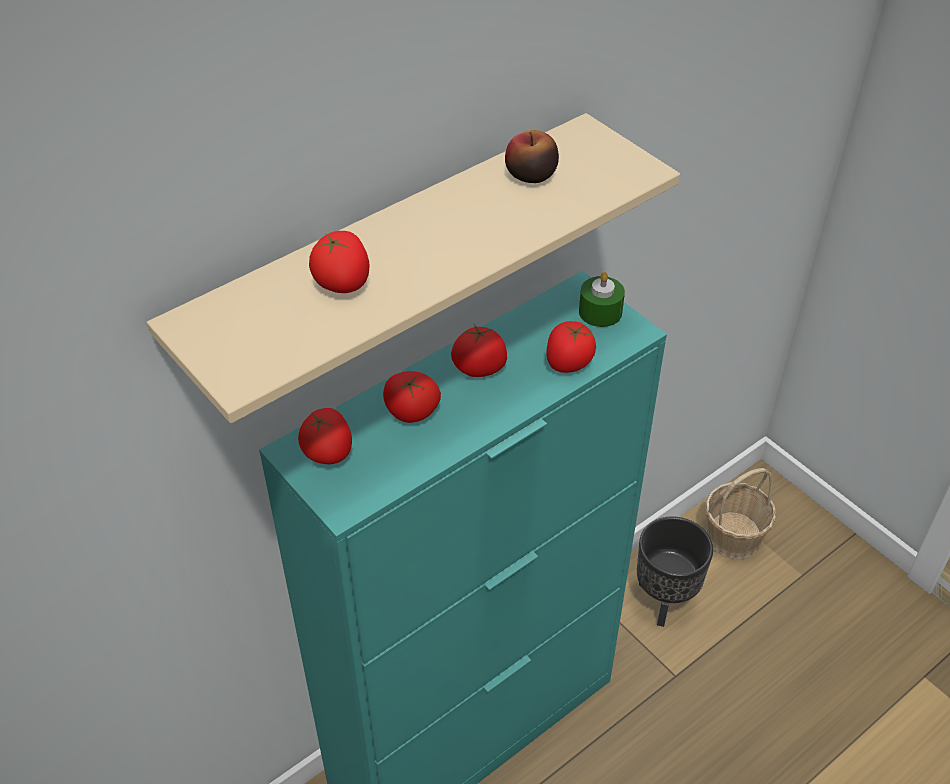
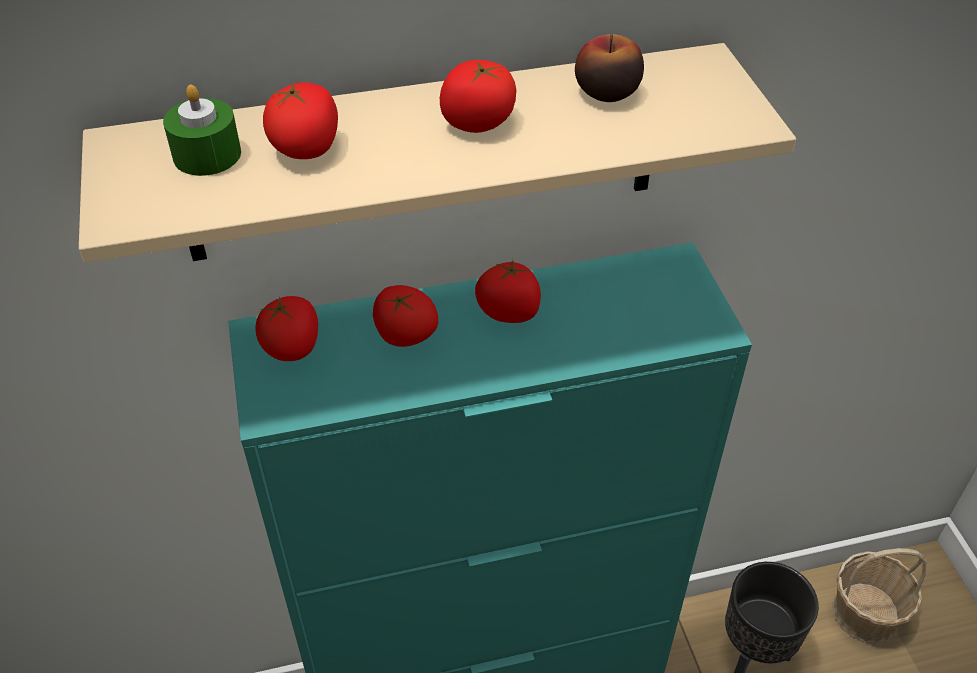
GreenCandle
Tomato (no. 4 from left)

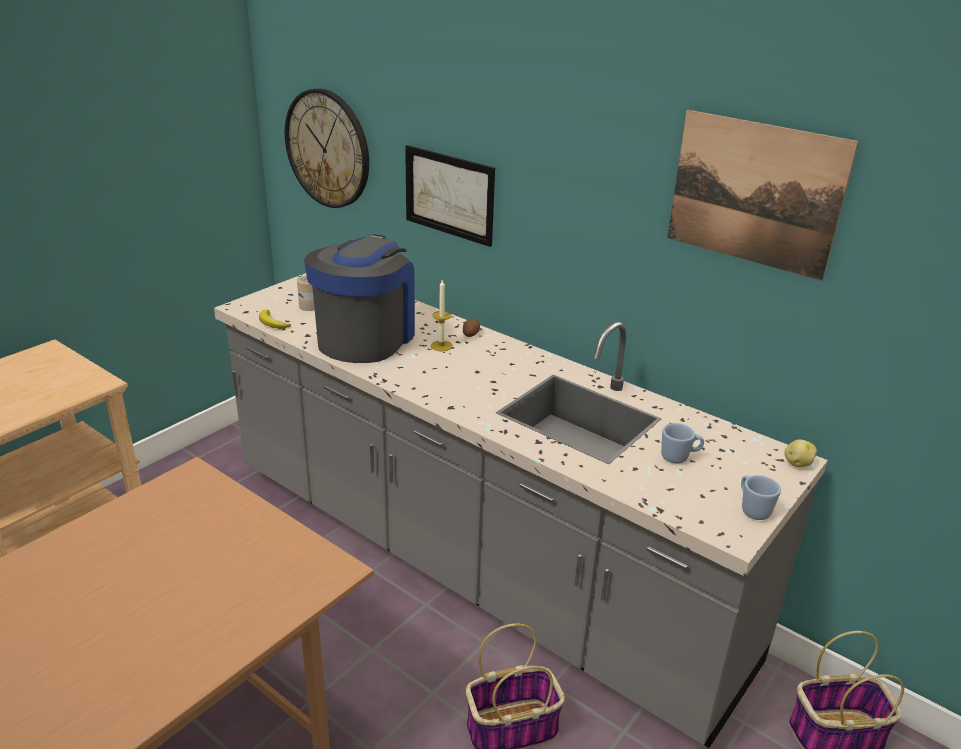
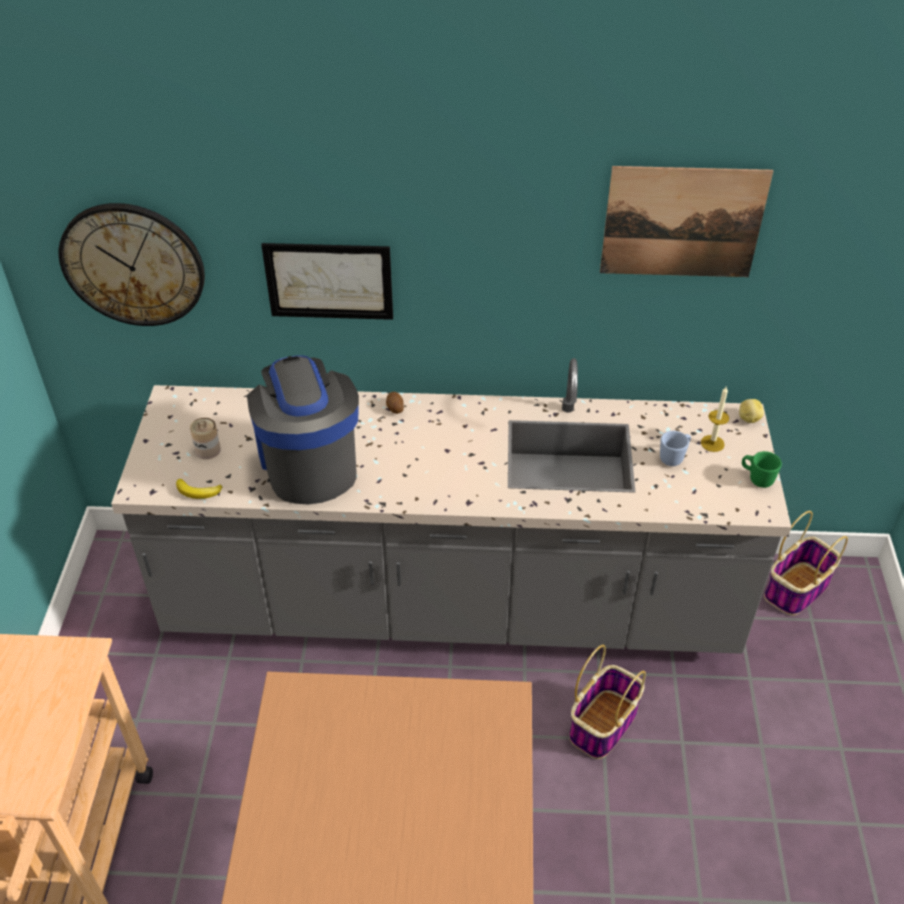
Candle
GreenMug

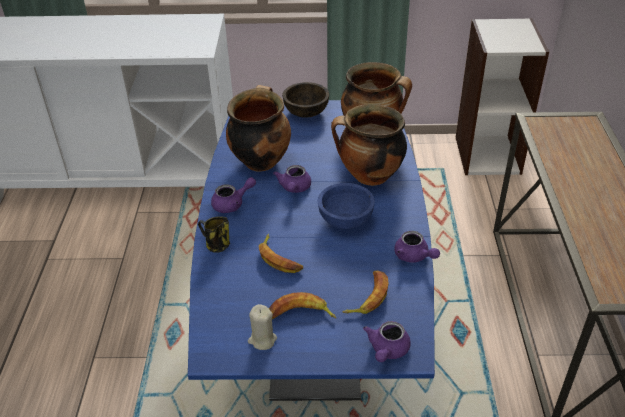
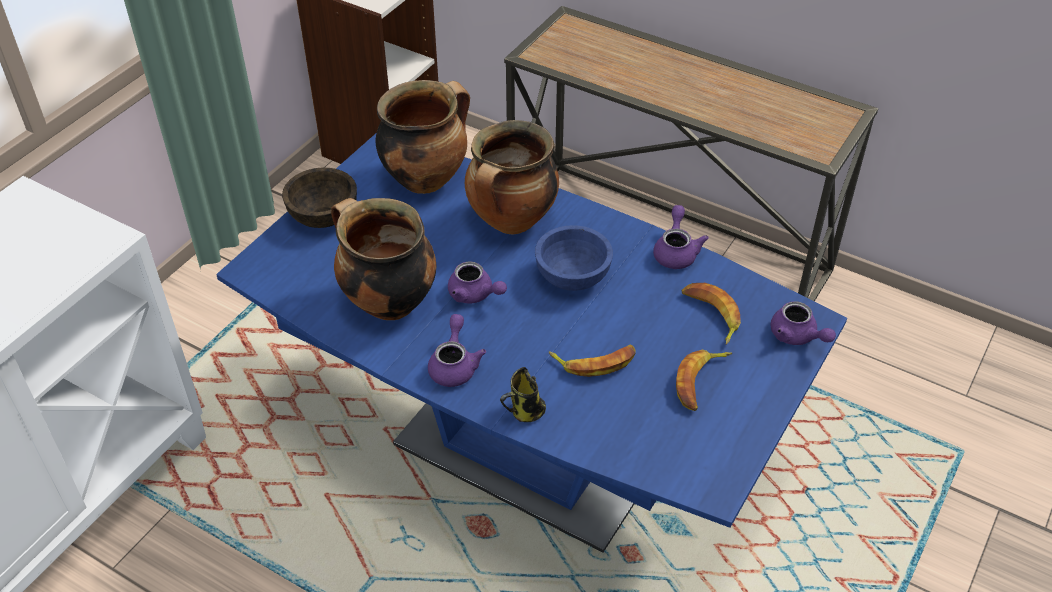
PurpleTeapot (no. 3 from left)
BeigeCandle

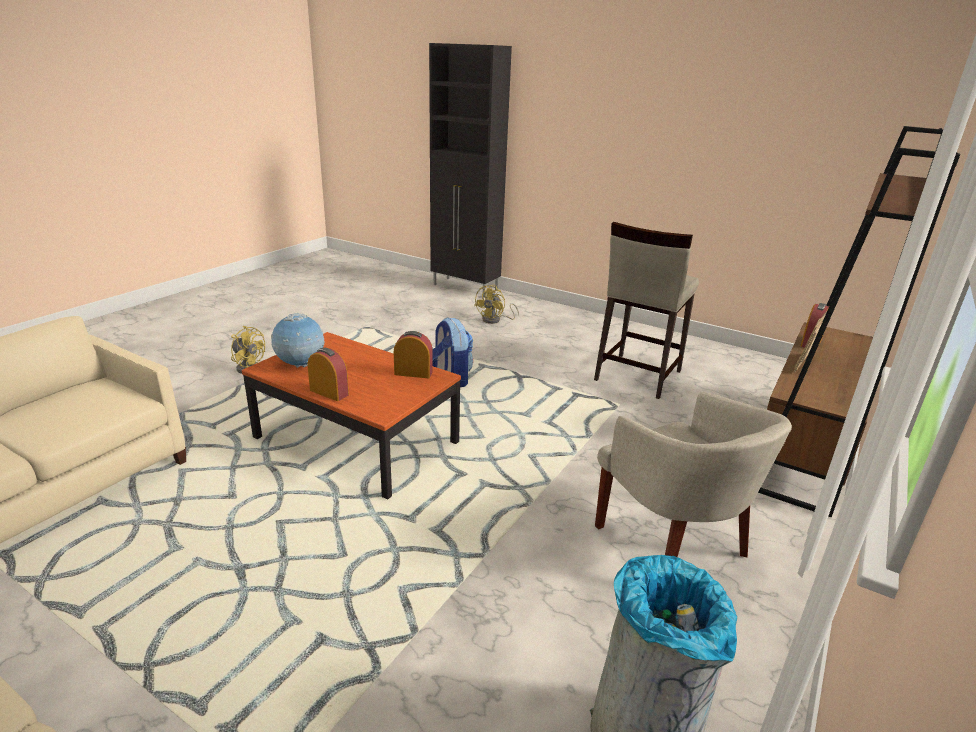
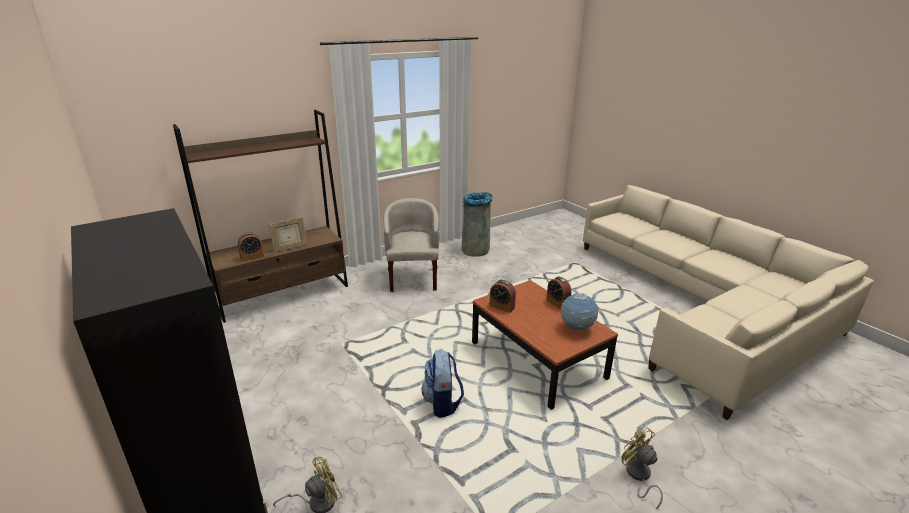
BeigeStool

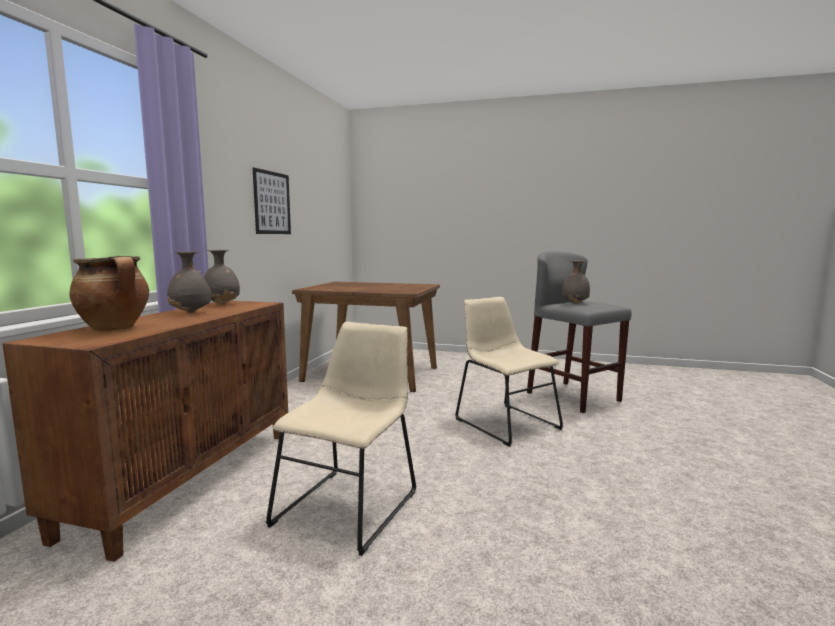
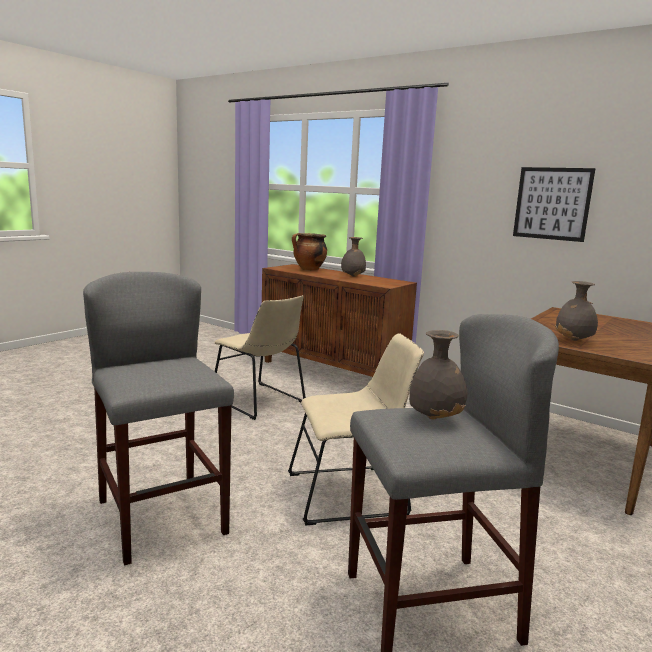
GreyVase (no. 3 from left)
GreyStool (no. 1 from left)

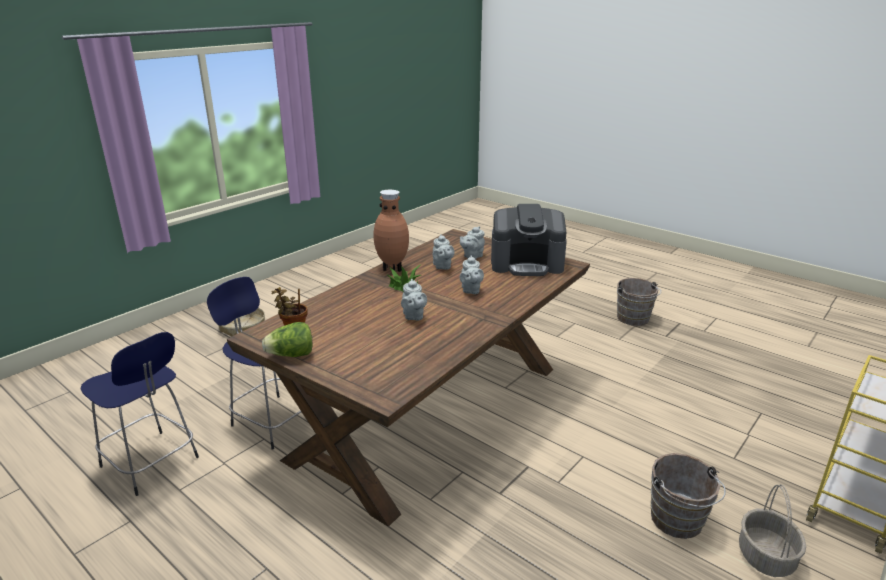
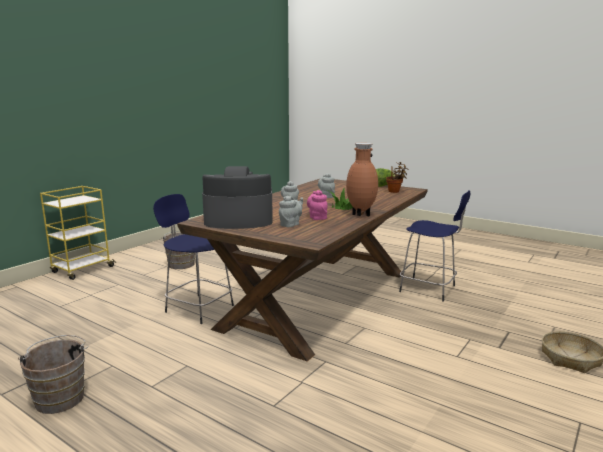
PinkTeapot
BlueStool (no. 1 from left)
Basket (no. 2 from left in the first image)

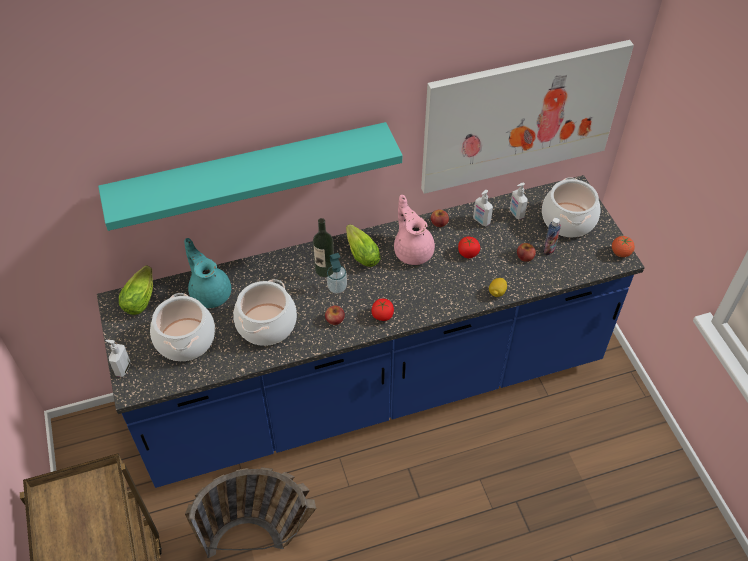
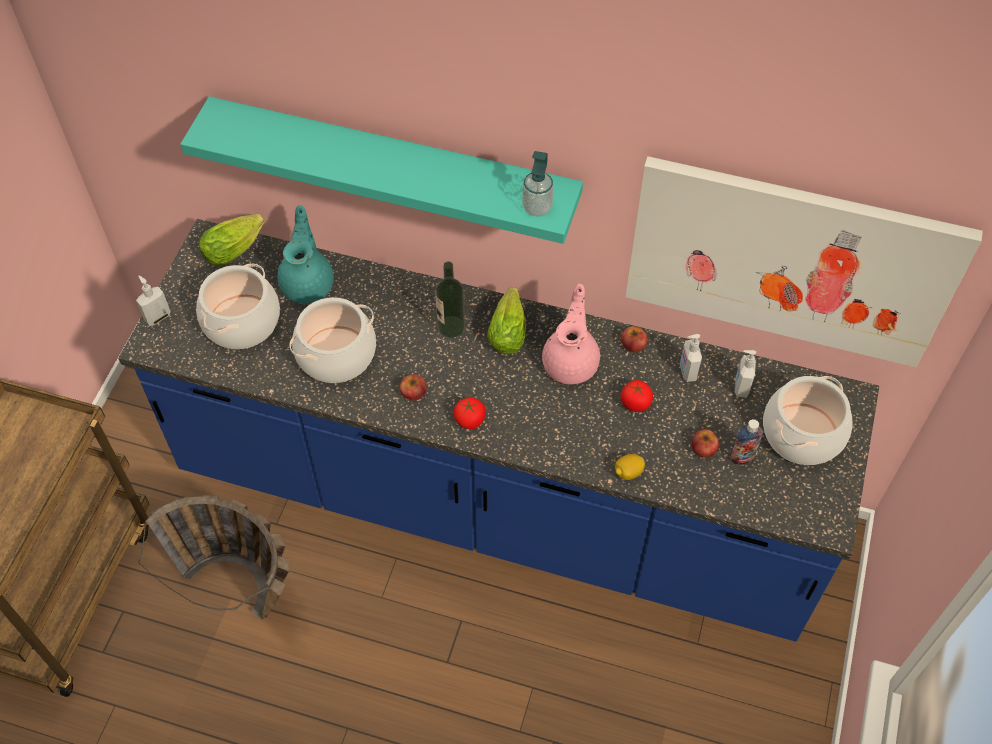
Tomato (no. 3 from left in the first image)
SoapDispenser (no. 2 from left)

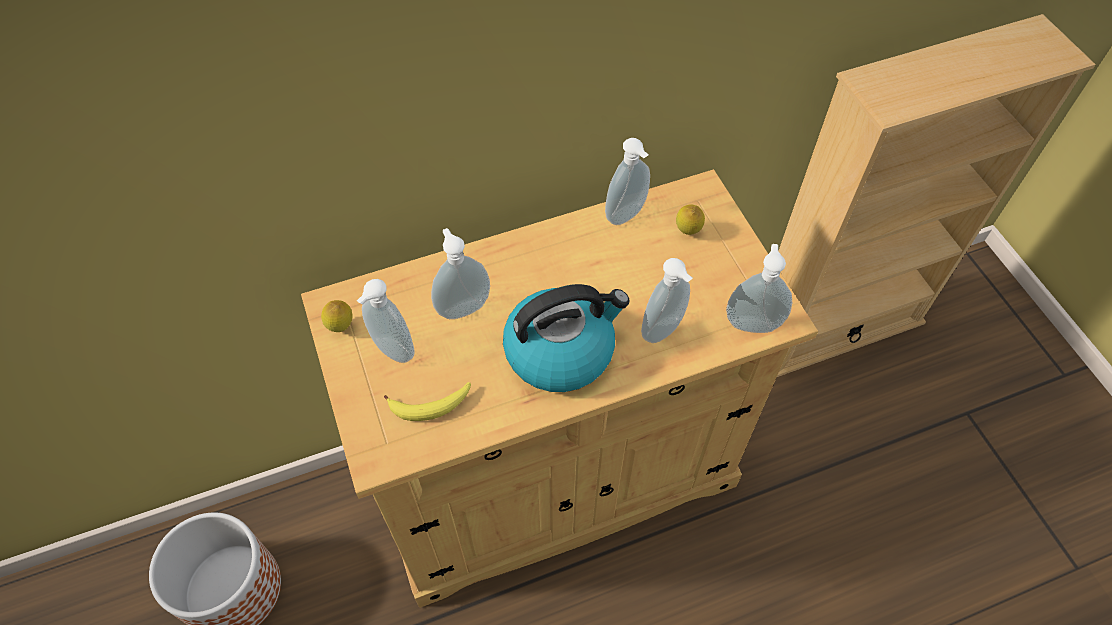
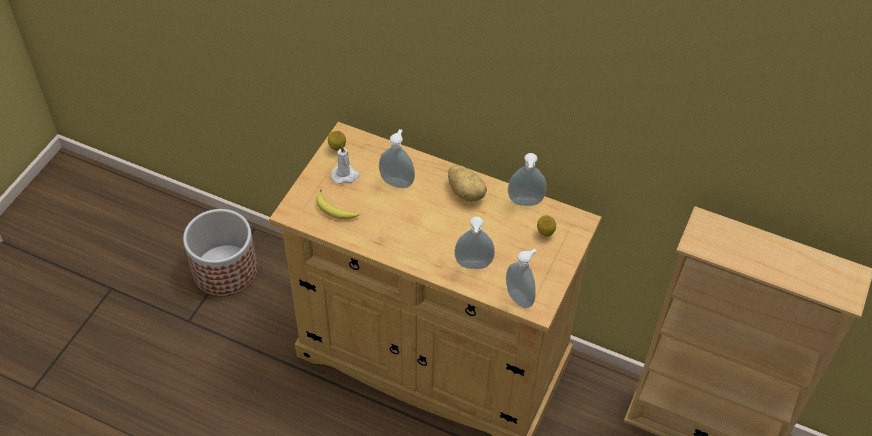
WhiteCandle
Kettle
Potato

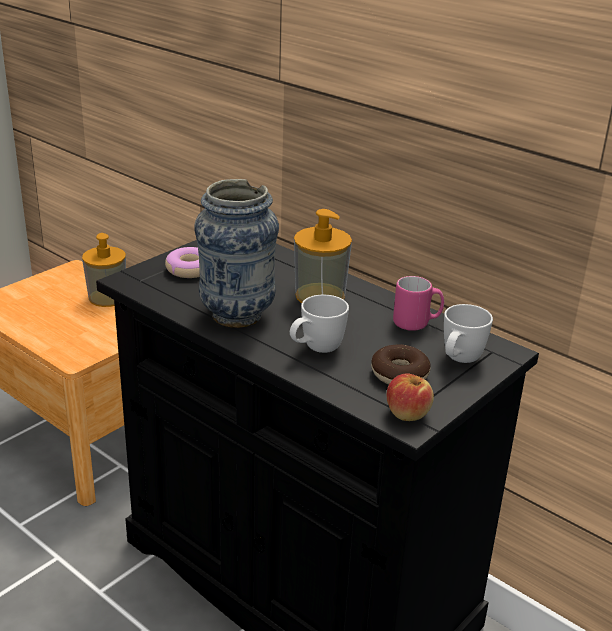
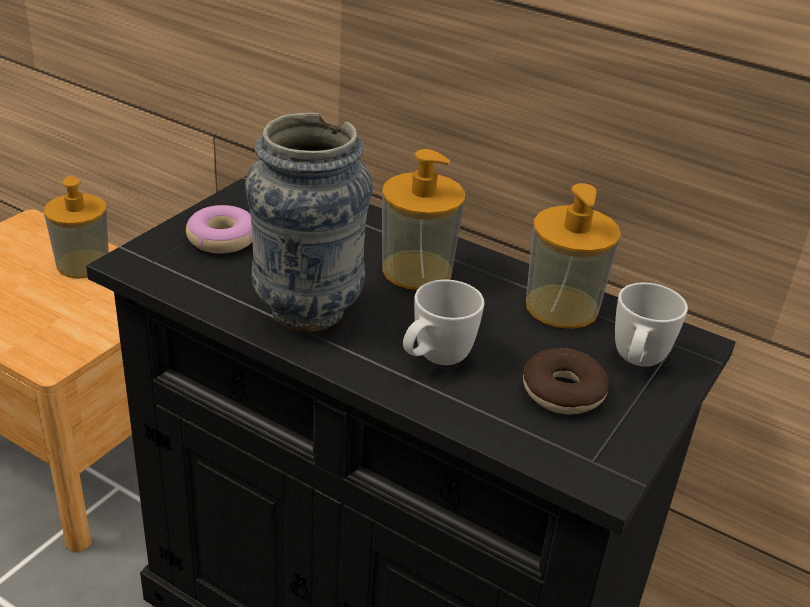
SoapDispenser (no. 3 from left)
Apple

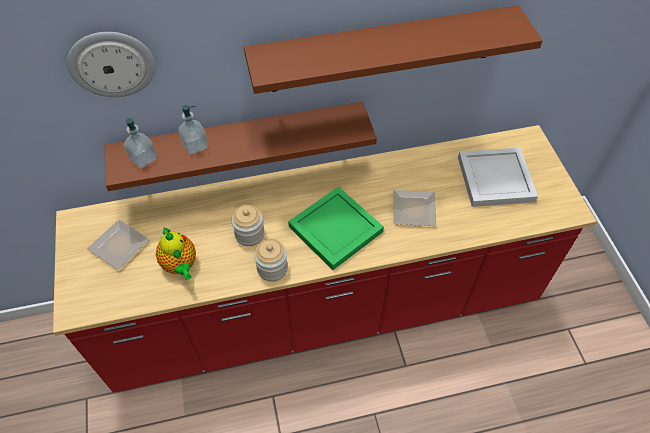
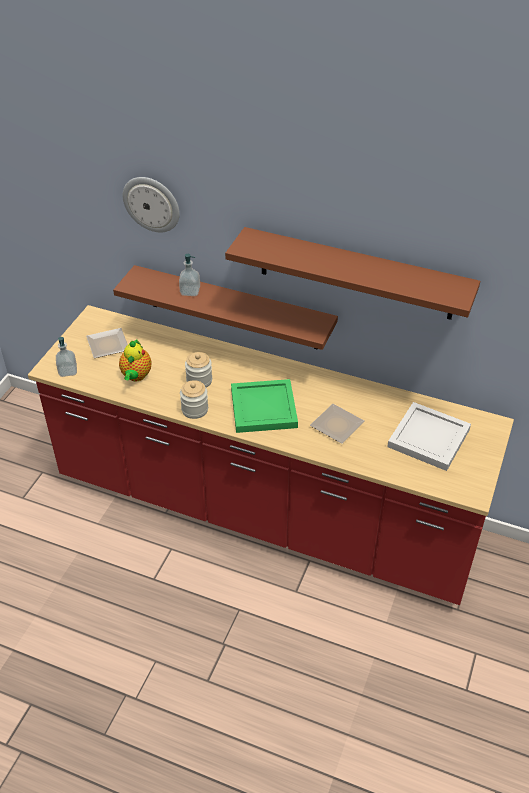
SoapDispenser (no. 1 from left)

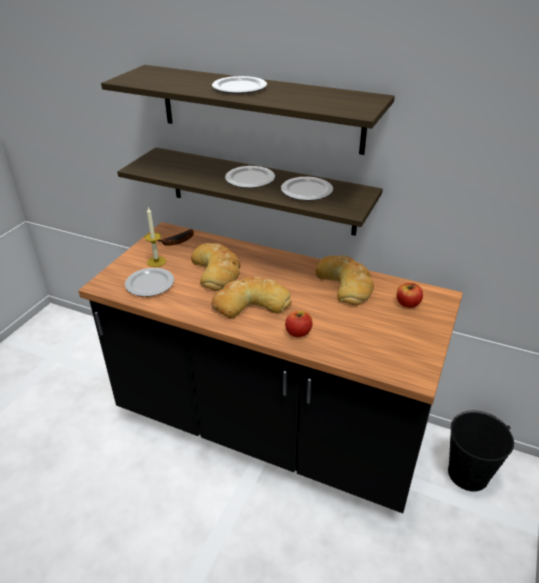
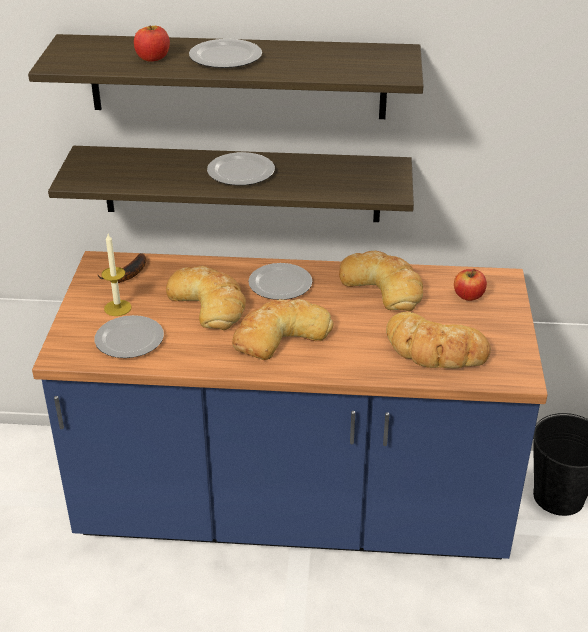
Plate (no. 4 from left)
BlueCounter
Apple (no. 1 from left)
Bread (no. 4 from left)

